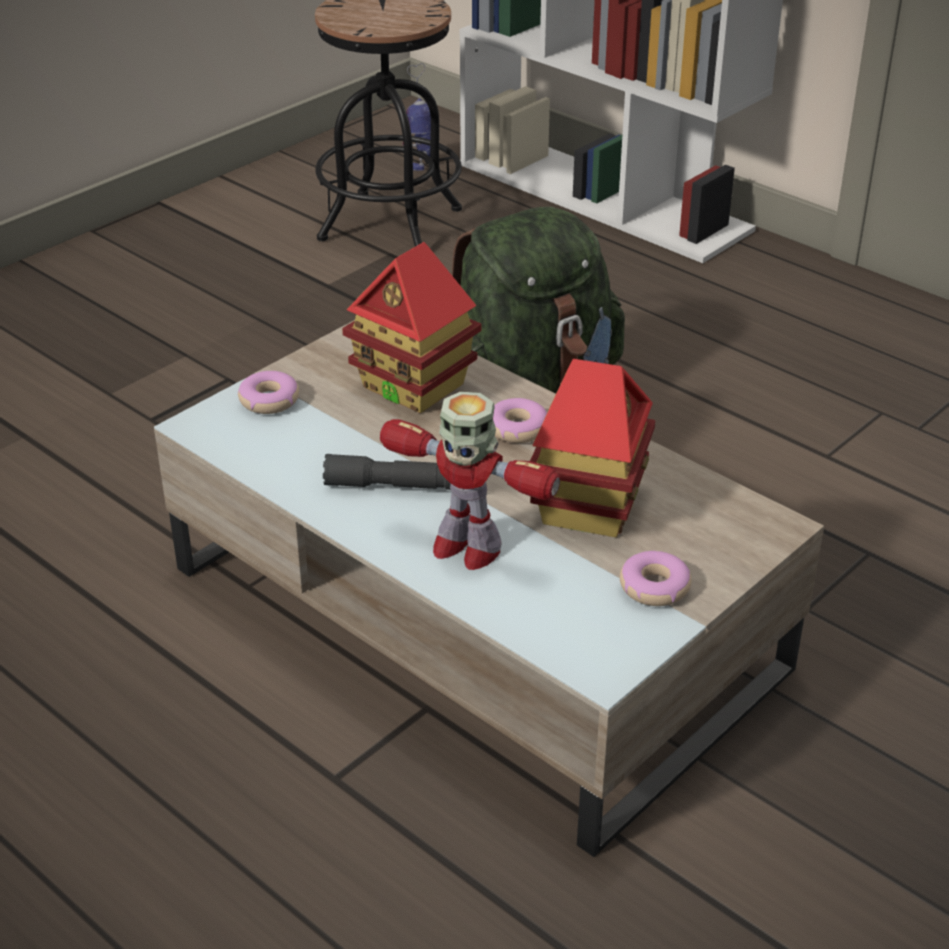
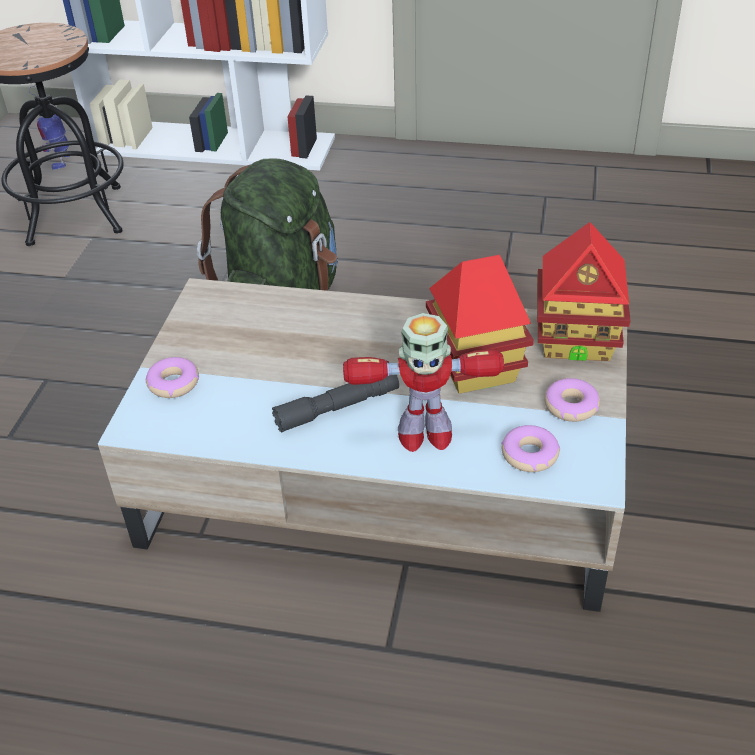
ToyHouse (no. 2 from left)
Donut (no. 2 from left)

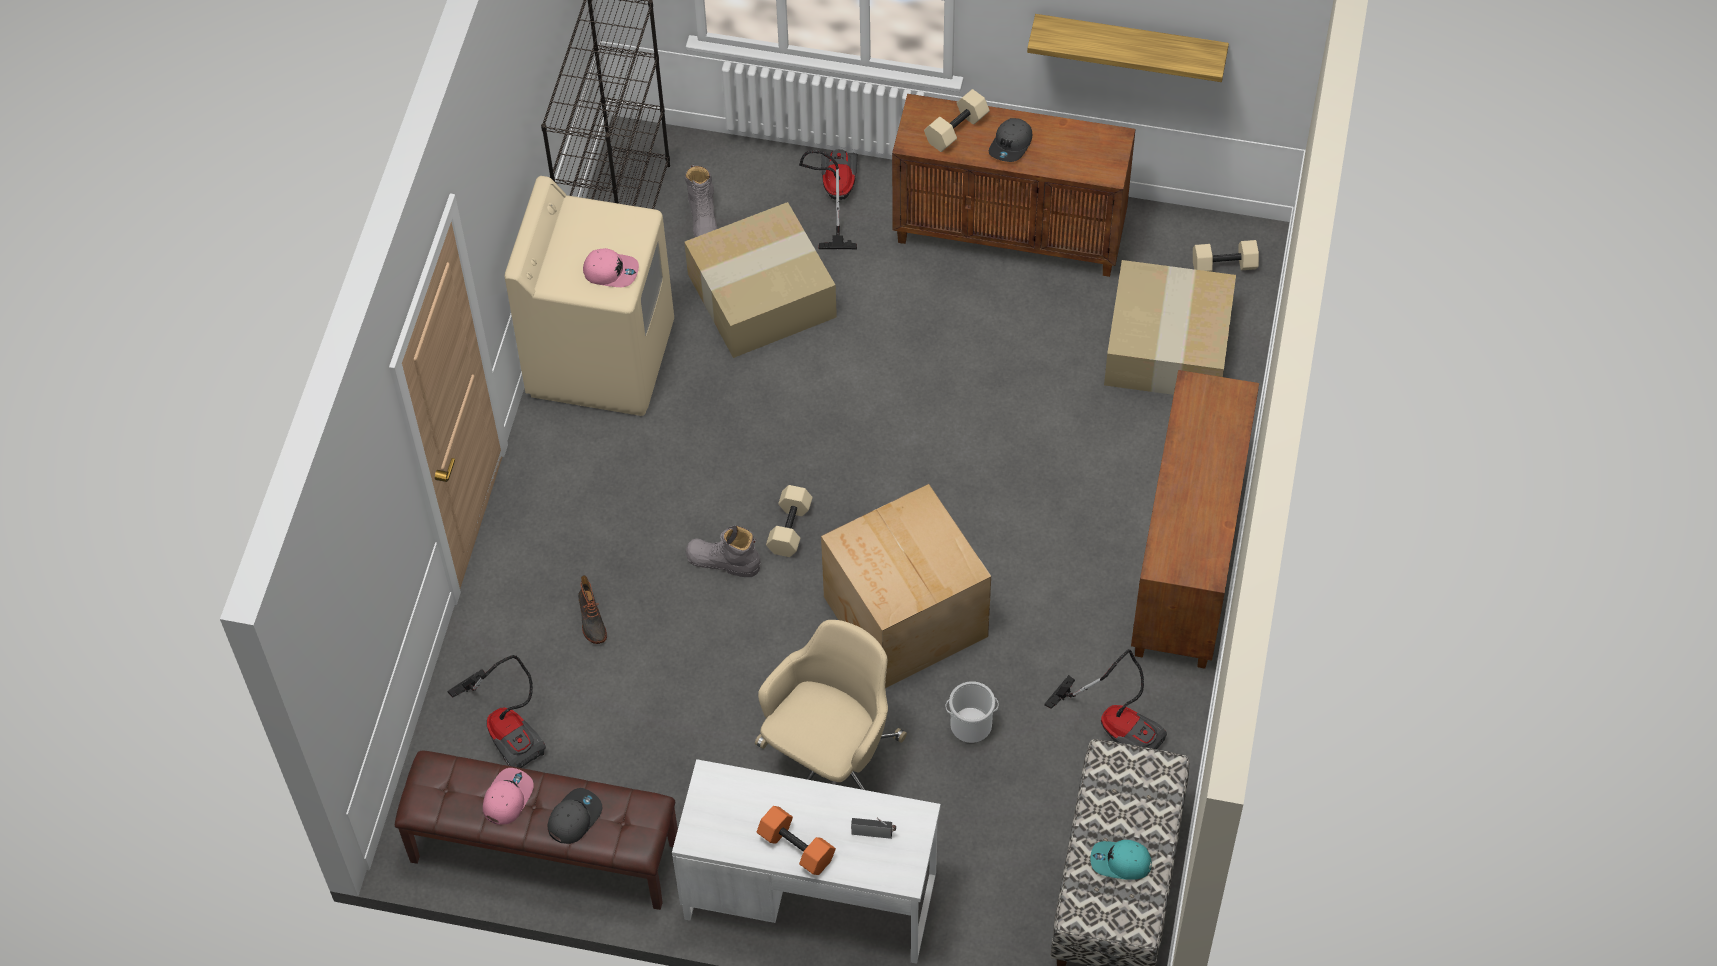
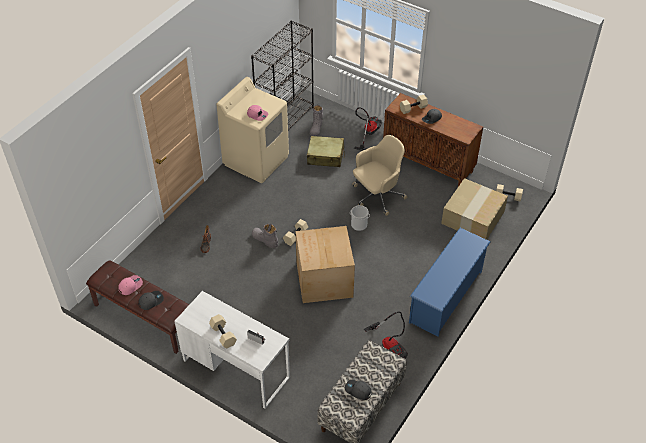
Shelf
BeigeSuitcase
BlueShoeRack
BeigeOfficeChair
VacuumCleaner (no. 1 from left in the first image)
Bucket
BeigeDumbbell (no. 1 from left)
GreyCap (no. 2 from left)

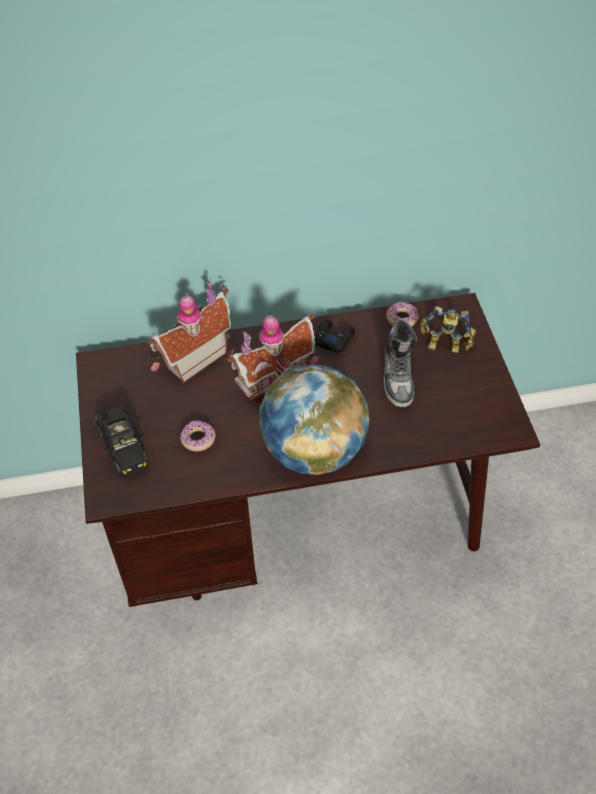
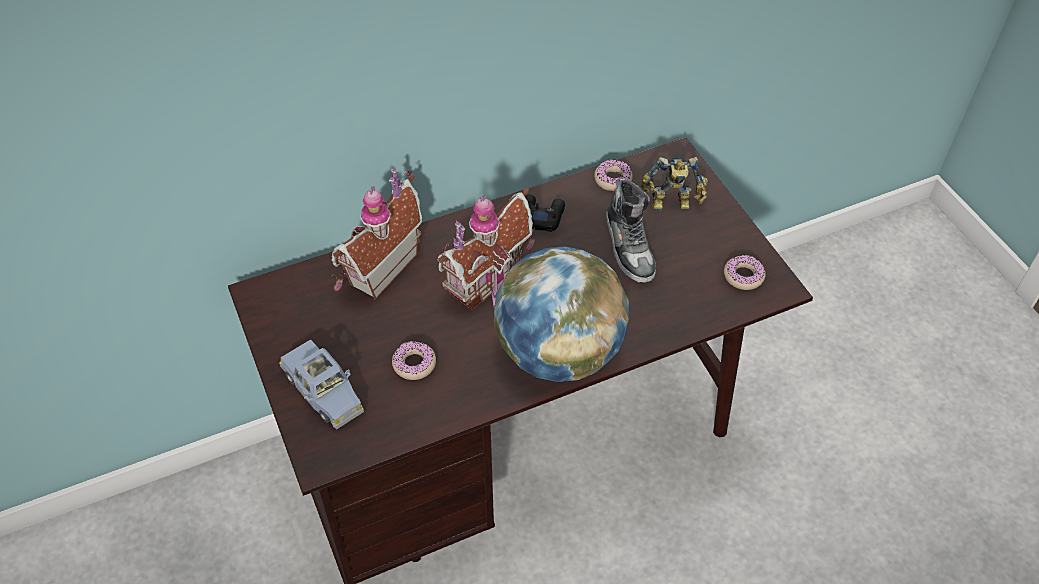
BlueToyCar
Donut (no. 3 from left)

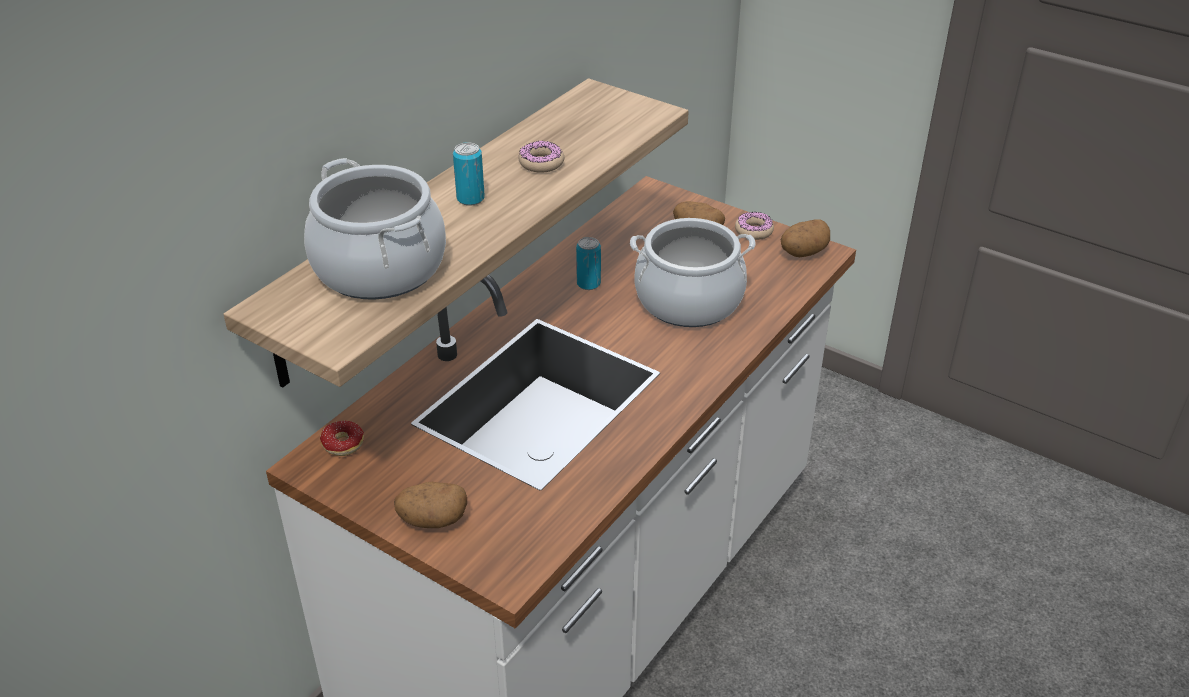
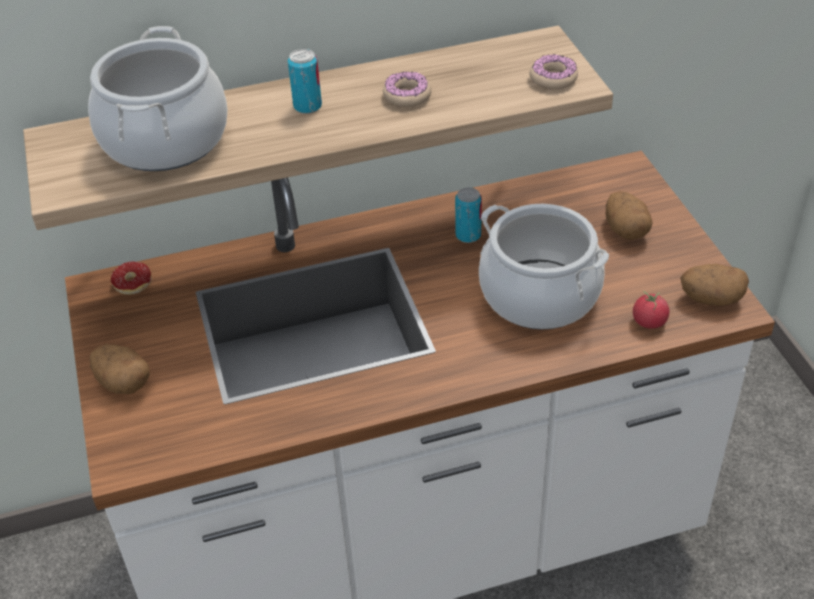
Donut (no. 3 from left)
Tomato

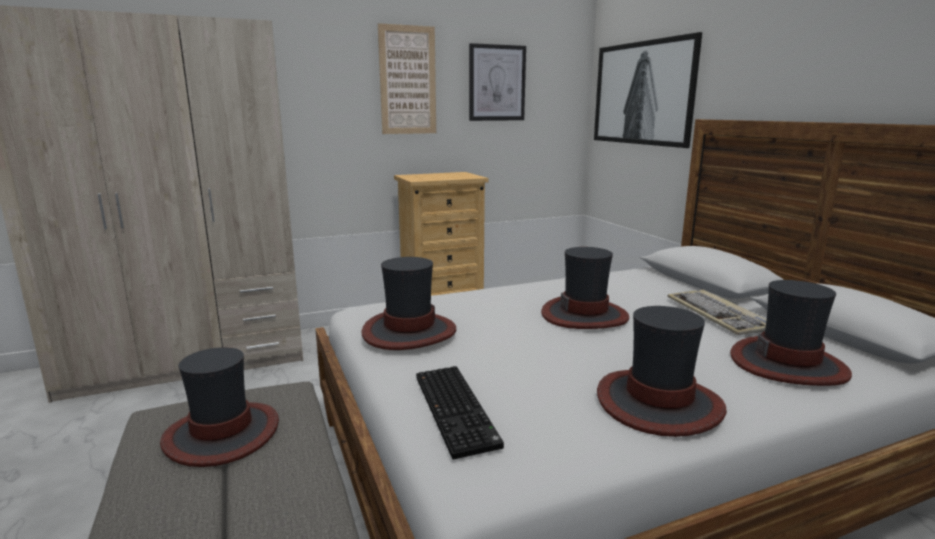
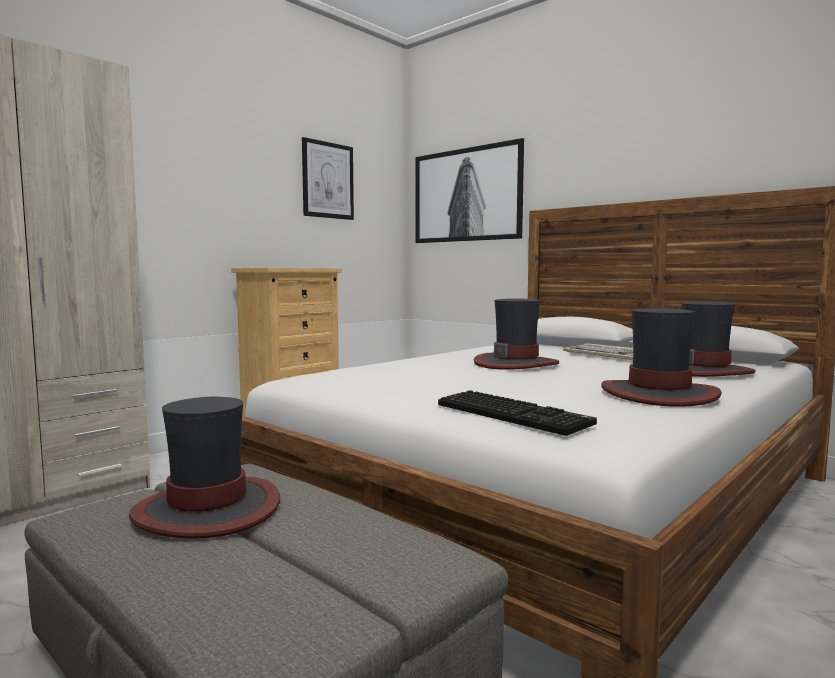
Picture (no. 1 from left in the first image)
Hat (no. 2 from left in the first image)

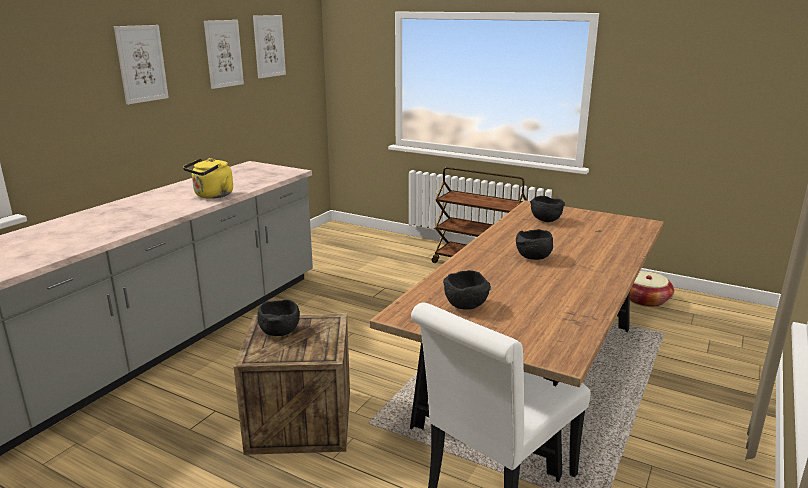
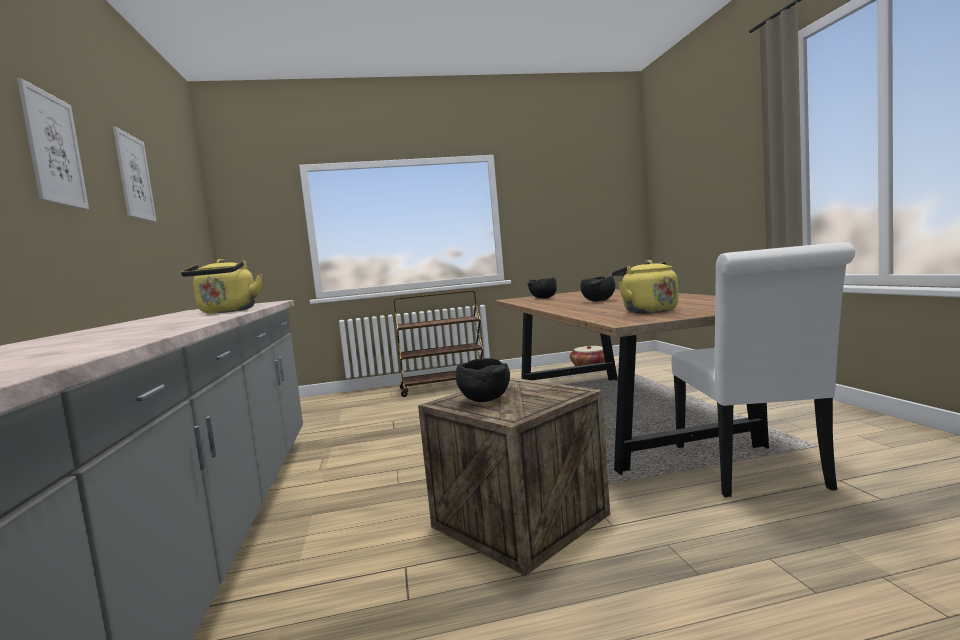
Picture (no. 3 from left in the first image)
YellowKettle (no. 2 from left)

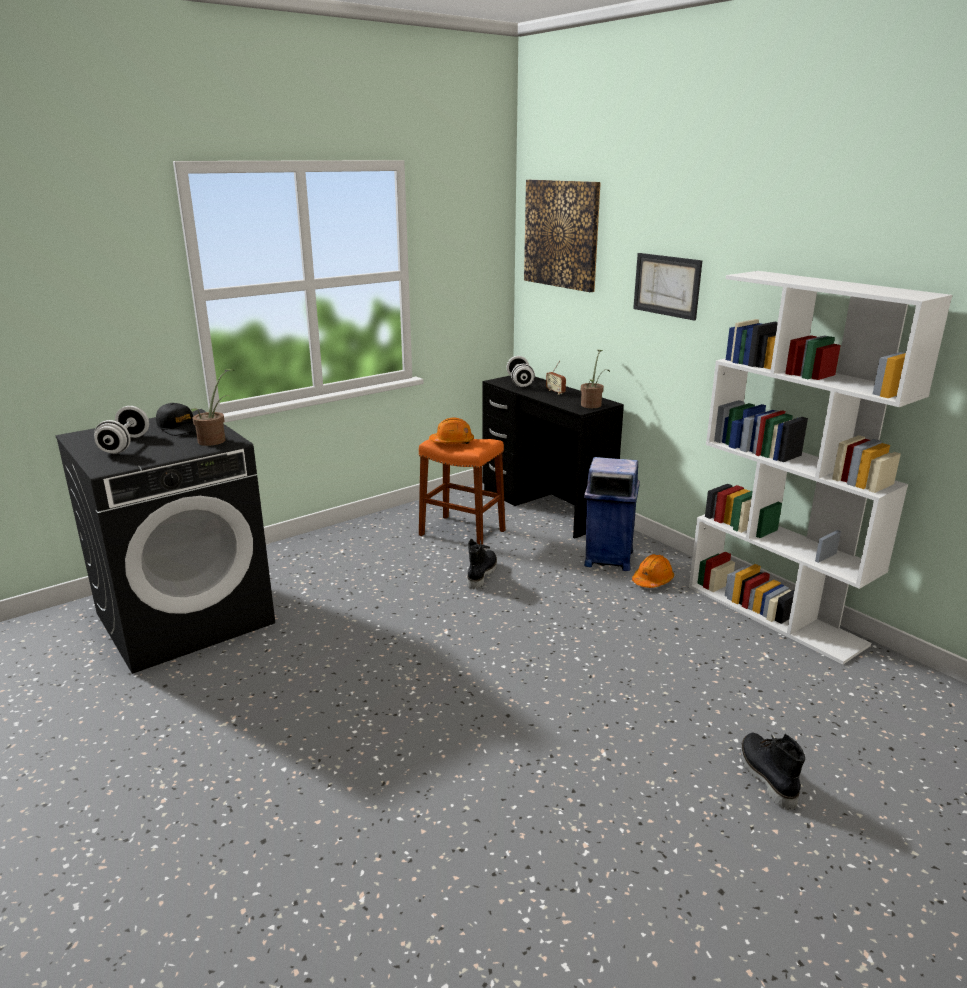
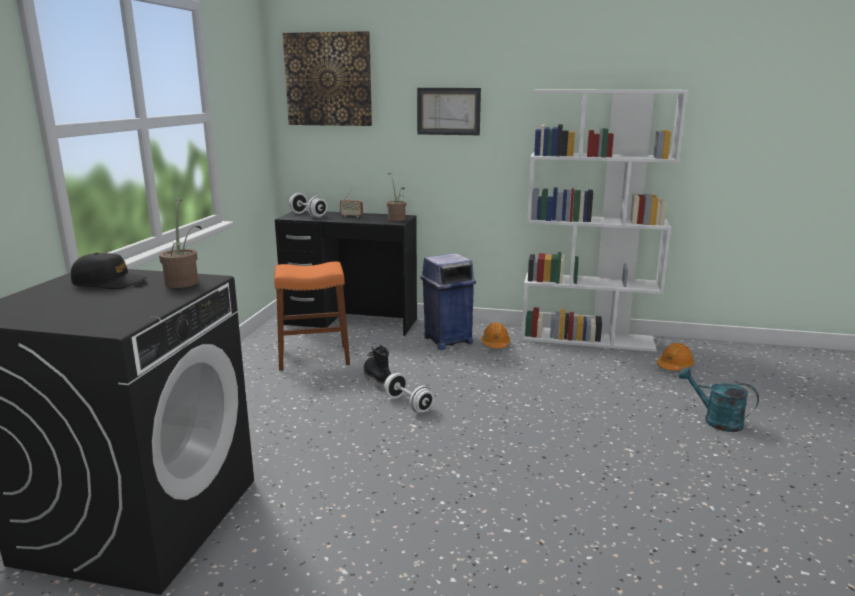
WhiteDumbbell (no. 2 from left)
OrangeHardHat (no. 2 from left)
TurquoiseWateringCan

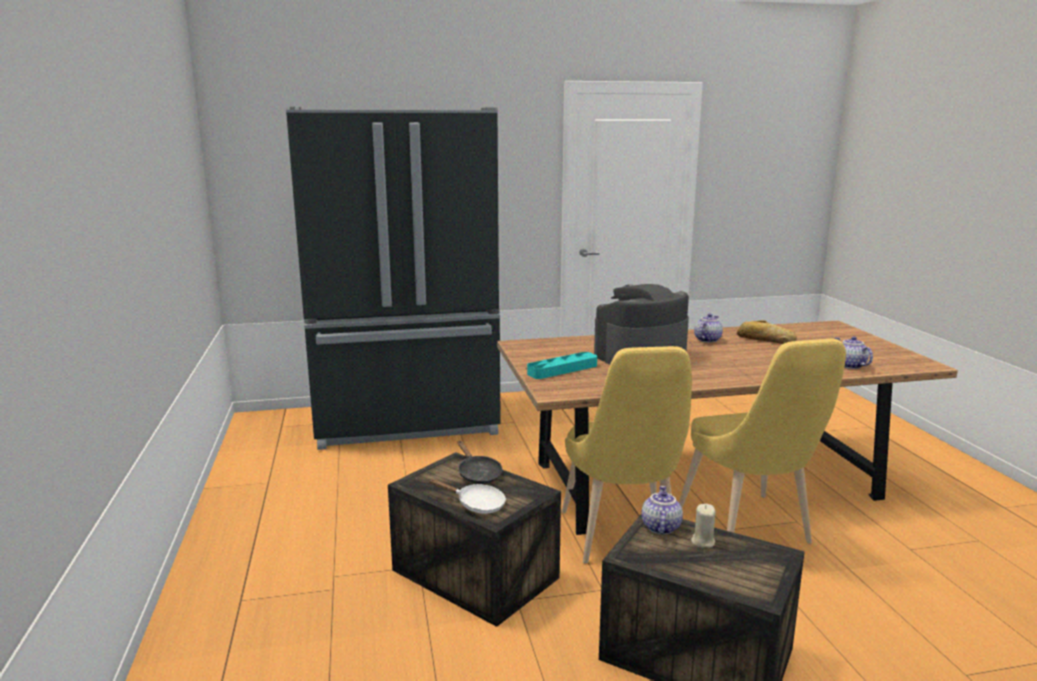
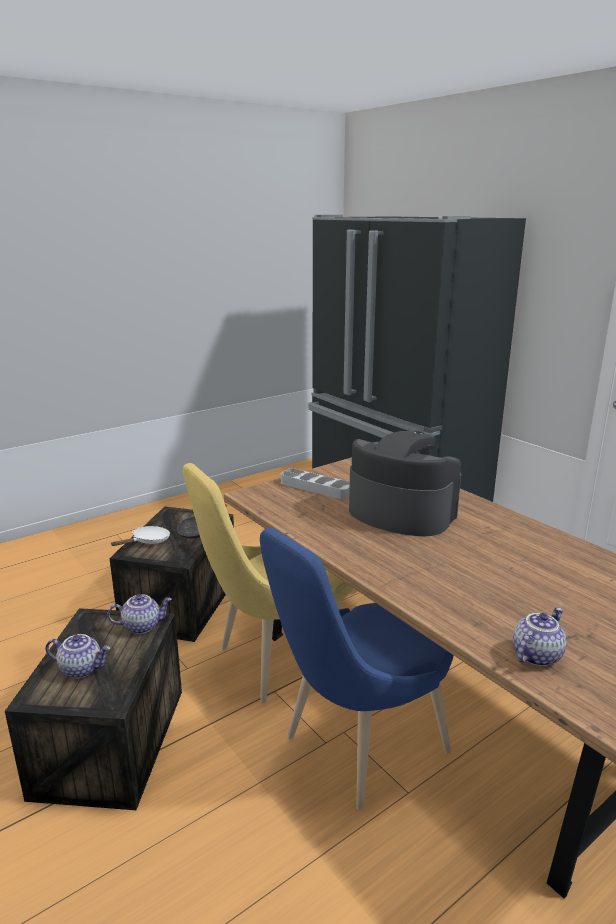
Teapot (no. 1 from left)
Bread
BlueChair
GreyTray
WhiteFryingPan
BeigeCandle

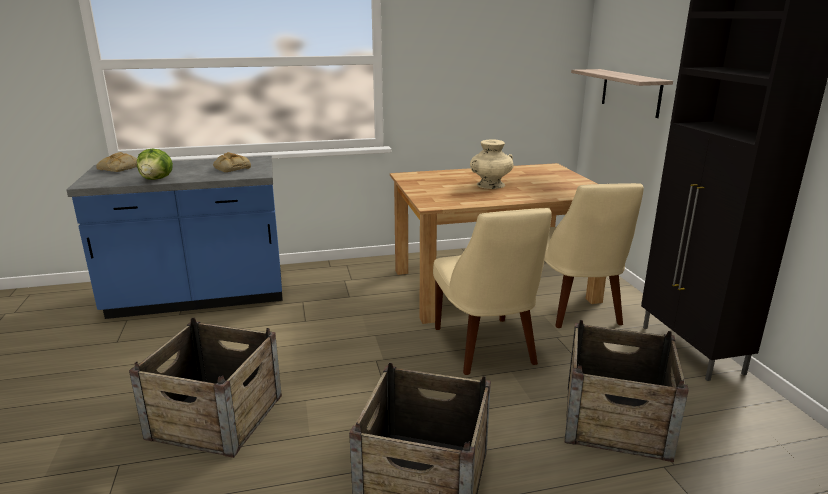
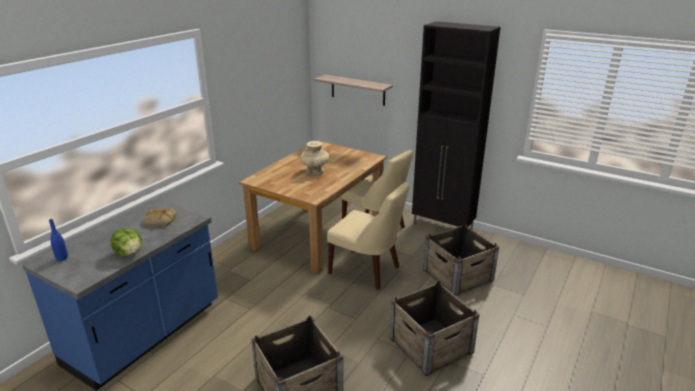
BlueBottle

